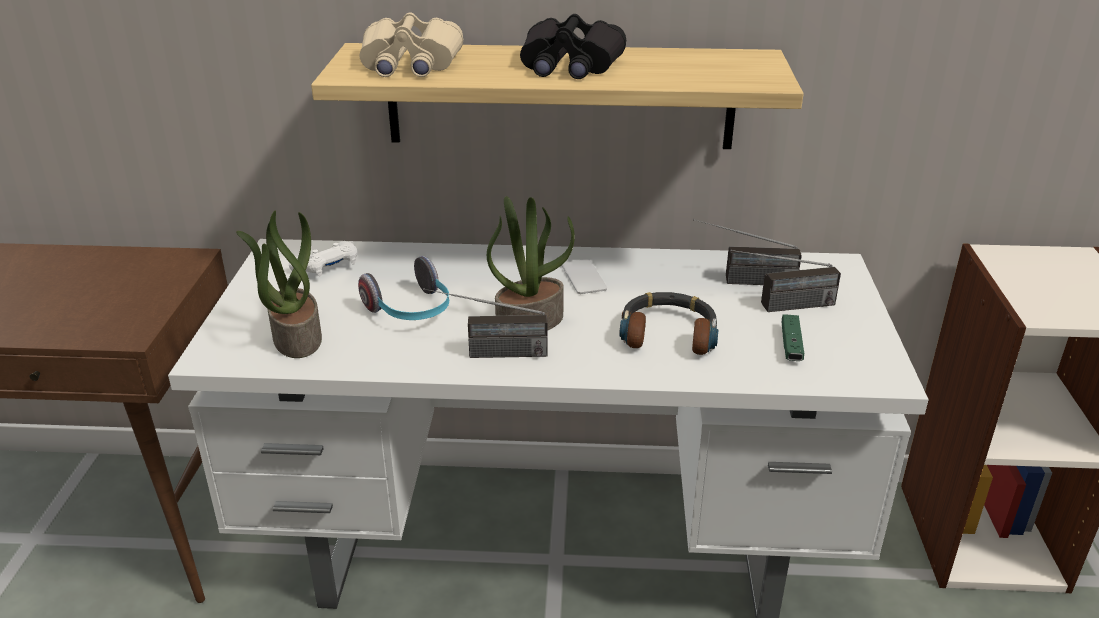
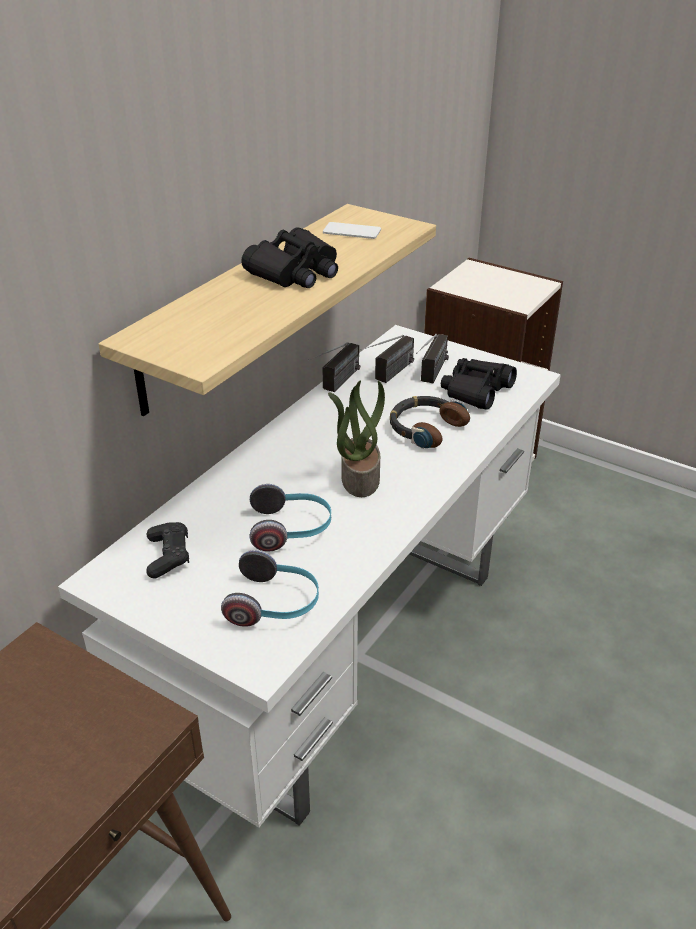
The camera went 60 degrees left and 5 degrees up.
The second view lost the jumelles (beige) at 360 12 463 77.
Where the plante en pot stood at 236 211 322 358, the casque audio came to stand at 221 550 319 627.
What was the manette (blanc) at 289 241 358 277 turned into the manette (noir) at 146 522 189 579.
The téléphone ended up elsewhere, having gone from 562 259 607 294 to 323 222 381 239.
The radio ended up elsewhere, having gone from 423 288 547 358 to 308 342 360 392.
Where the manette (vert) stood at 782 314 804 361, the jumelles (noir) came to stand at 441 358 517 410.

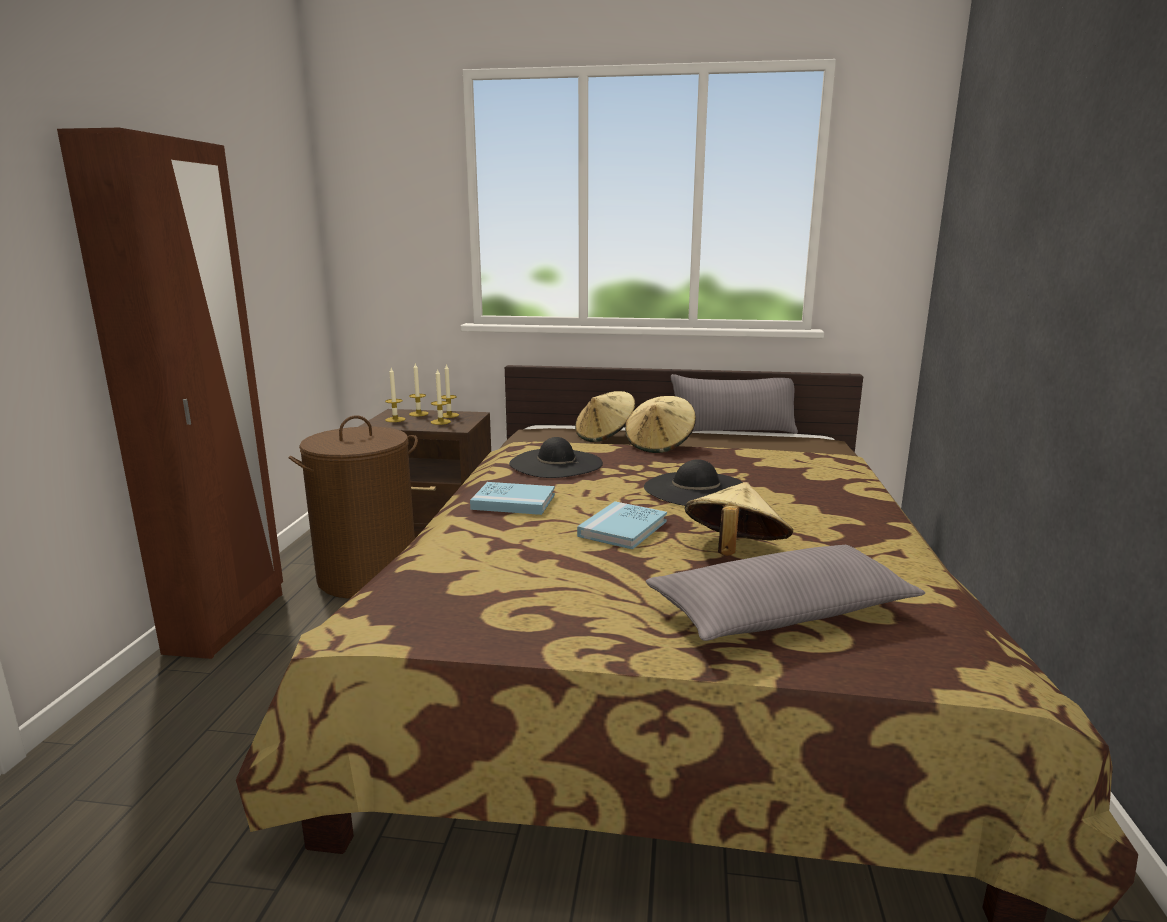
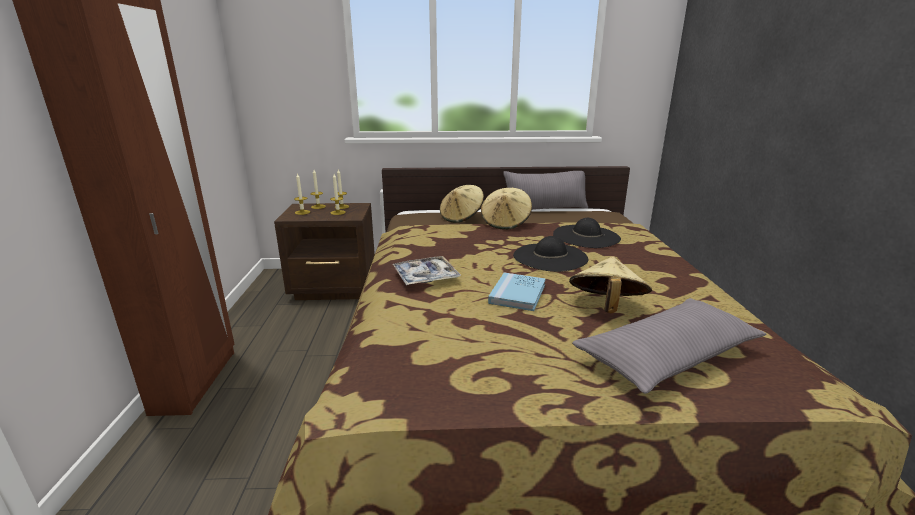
The camera went 10 degrees left and 5 degrees up.
The second view lost the panier à linge (marron) at 289 415 418 599.
The chapeau (noir) ended up elsewhere, having gone from 509 437 603 478 to 553 218 621 248.
Where the livre (bleu) stood at 470 482 555 515, the plateau came to stand at 393 256 461 285.

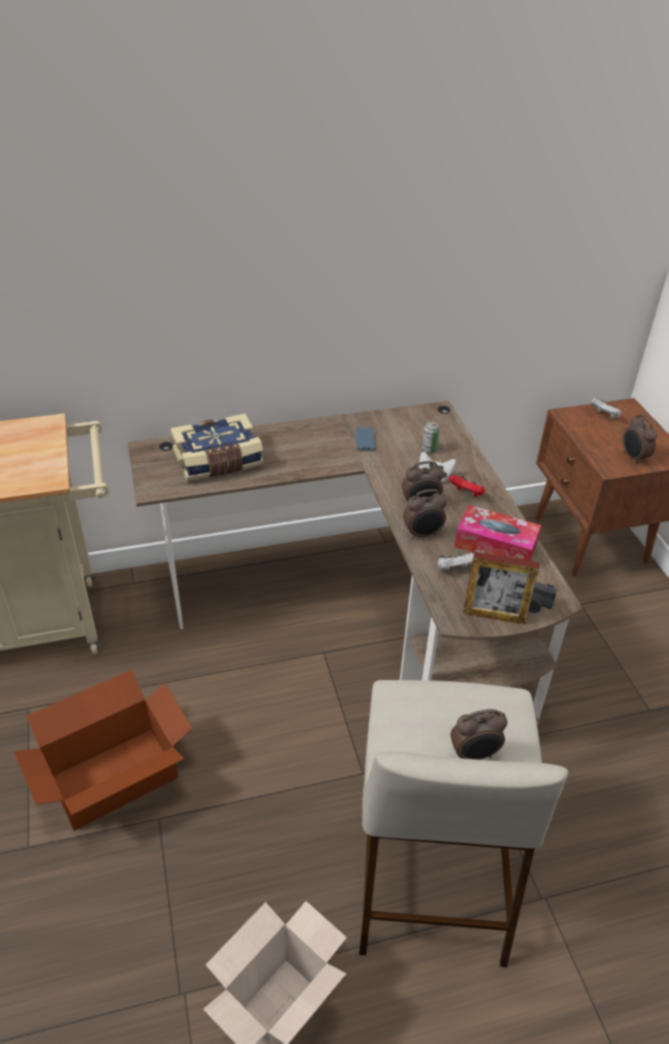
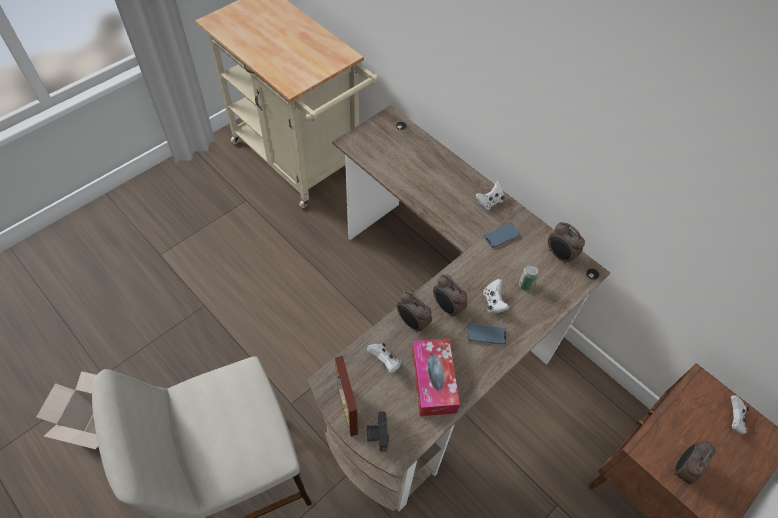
The camera went 60 degrees right and 15 degrees up.
The second view lost the livre at 171 414 263 481.
Where the manette (rouge) stood at 448 475 485 497, the téléphone came to stand at 468 324 506 345.
The second view lost the carton at 14 670 193 830.
The réveil ended up elsewhere, having gone from 450 709 508 760 to 548 222 585 264.
The second view gained the manette (blanc) at 475 181 505 211.

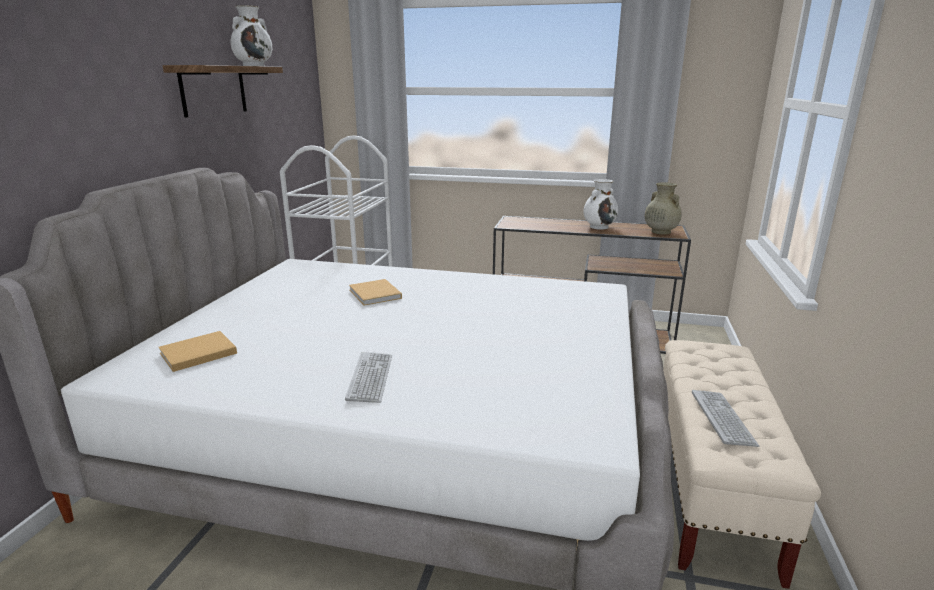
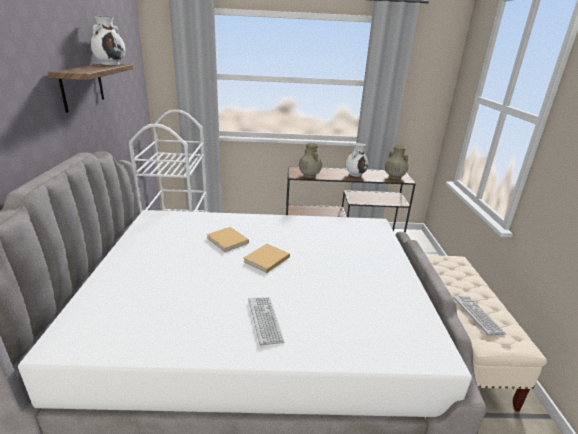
The camera went 15 degrees left and 5 degrees up.
The livre (beige) ended up elsewhere, having gone from 158 331 237 372 to 243 244 290 273.
The second view gained the vase (beige) at 299 143 322 178.

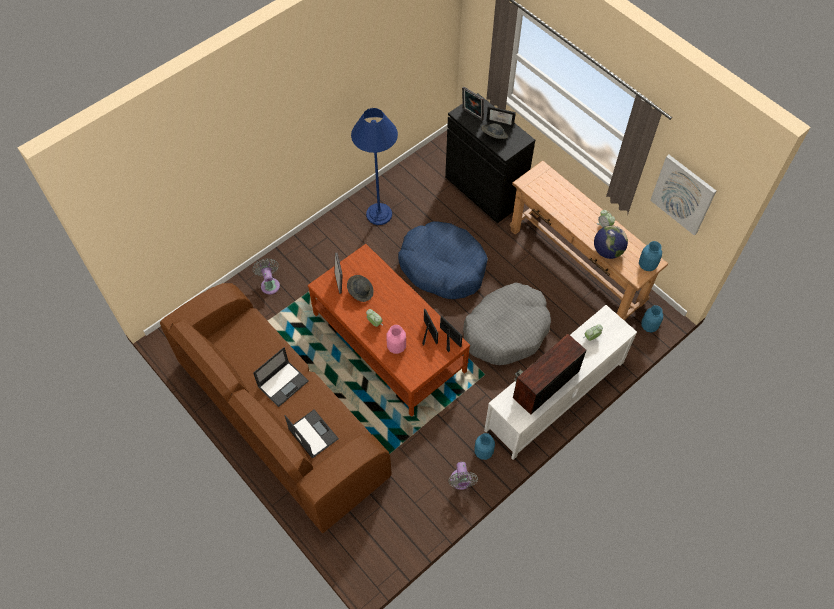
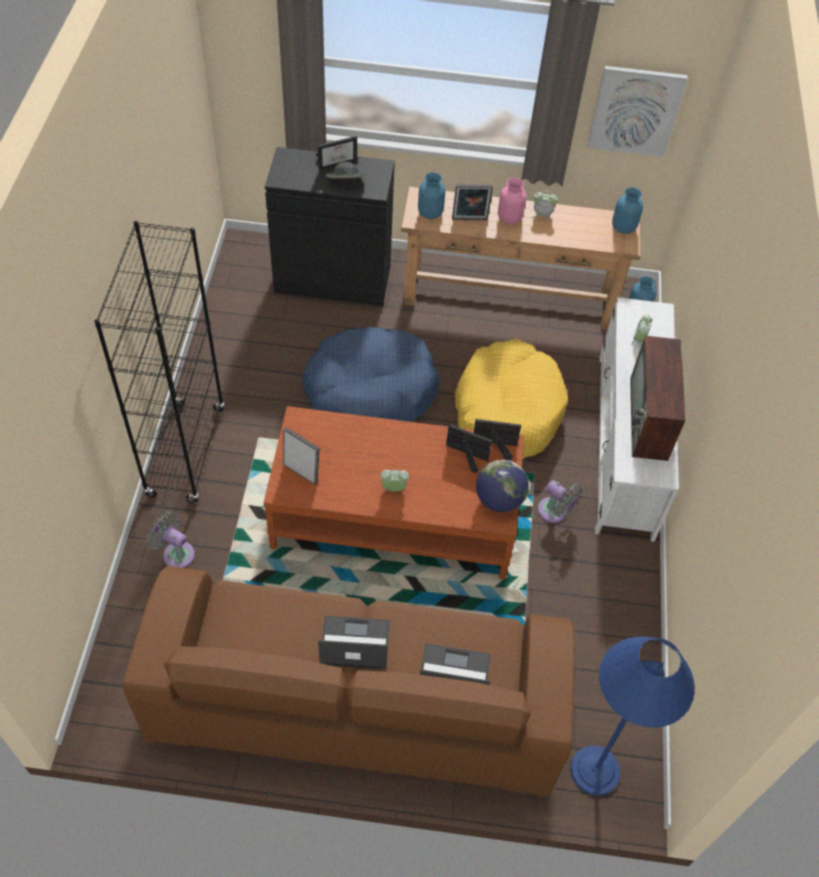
The camera went 45 degrees left and 5 degrees down.
The cadre photo ended up elsewhere, having gone from 462 86 484 121 to 452 184 493 220.
The lampadaire (bleu) ended up elsewhere, having gone from 351 108 398 225 to 570 637 695 796.
The globe ended up elsewhere, having gone from 594 225 628 259 to 476 460 529 512.
The second view lost the chapeau (gris) at 347 275 373 302.
What was the panier pour chien (gris) at 463 282 551 365 turned into the panier pour chien (jaune) at 455 339 568 458.
The vase (rose) ended up elsewhere, having gone from 386 325 406 354 to 498 178 527 224.
The ordinateur portable at 253 347 309 407 ended up facing another way, 90 degrees counterclockwise from before.
The vase (bleu) ended up elsewhere, having gone from 474 433 495 460 to 418 172 445 219.
The ventilateur (gris) ended up elsewhere, having gone from 448 462 478 490 to 538 480 584 523.
The second view gained the bibliothèque (noir) at 94 221 225 503.

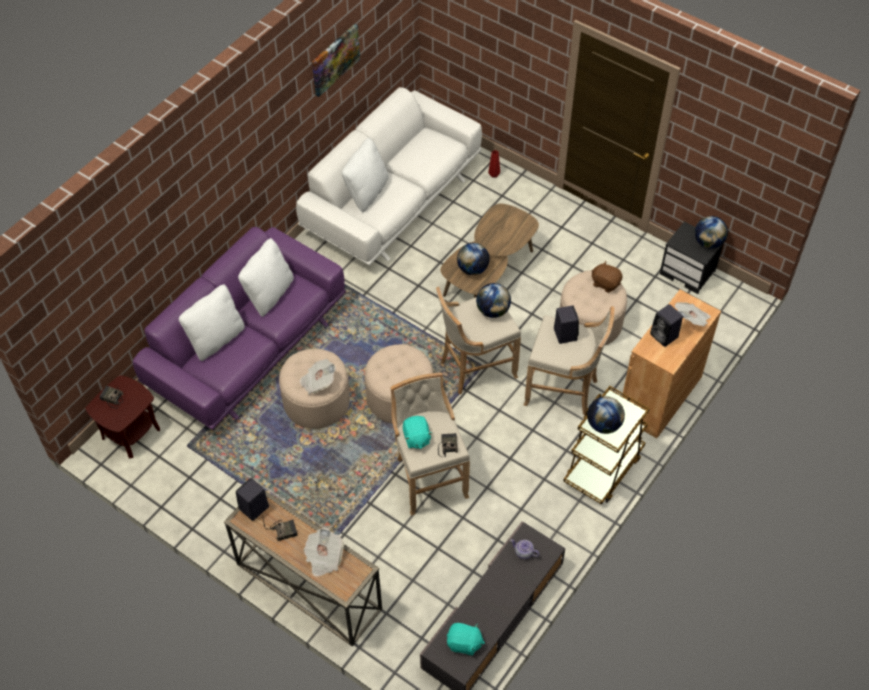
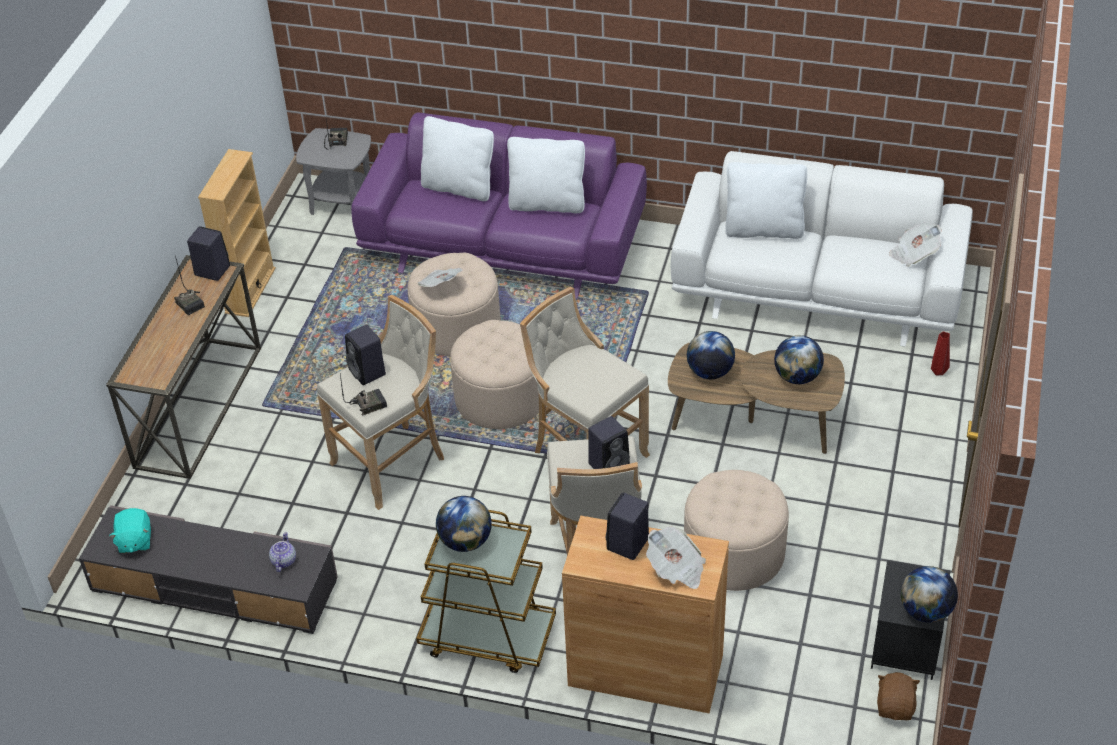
The camera went 70 degrees right and 10 degrees down.
The second view lost the tableau at 312 24 360 97.
The peluche (marron) ended up elsewhere, having gone from 591 261 622 293 to 877 672 920 720.
The globe ended up elsewhere, having gone from 476 283 511 318 to 774 335 824 384.
What was the table d'appoint (marron) at 85 375 160 458 turned into the table d'appoint (gris) at 296 128 371 215.
Where the peluche (turquoise) stood at 403 416 432 449, the enceinte (noir) came to stand at 345 325 386 385.
The journal ended up elsewhere, having gone from 303 528 344 577 to 889 222 942 267.
The second view gained the bibliothèque (beige) at 198 149 276 317.

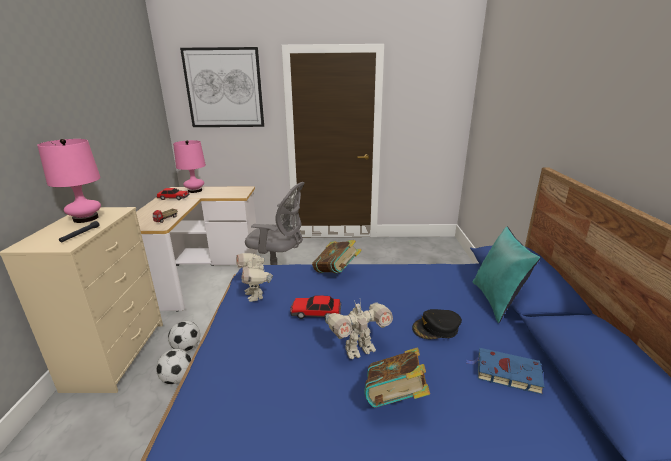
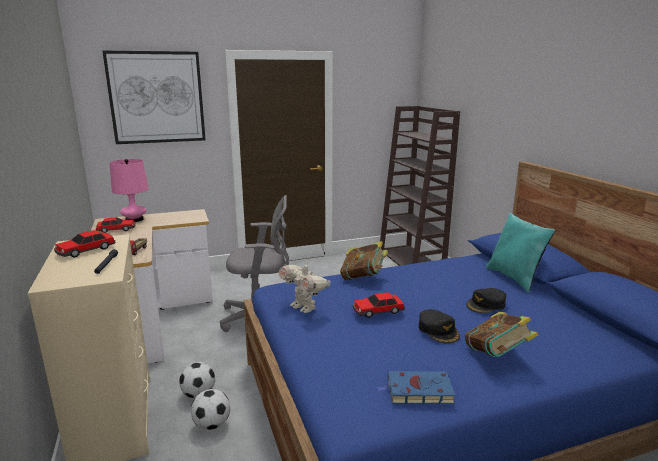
The camera went 20 degrees left and 5 degrees down.
Where the lampe de table (rose) stood at 37 139 101 223, the petite voiture came to stand at 54 230 115 258.
Where the robot jouet stood at 325 300 393 359, the casquette (noir) came to stand at 419 309 460 344.
The livre (bleu) ended up elsewhere, having gone from 466 348 545 395 to 377 371 456 404.
The second view gained the bibliothèque (marron) at 380 106 460 266.

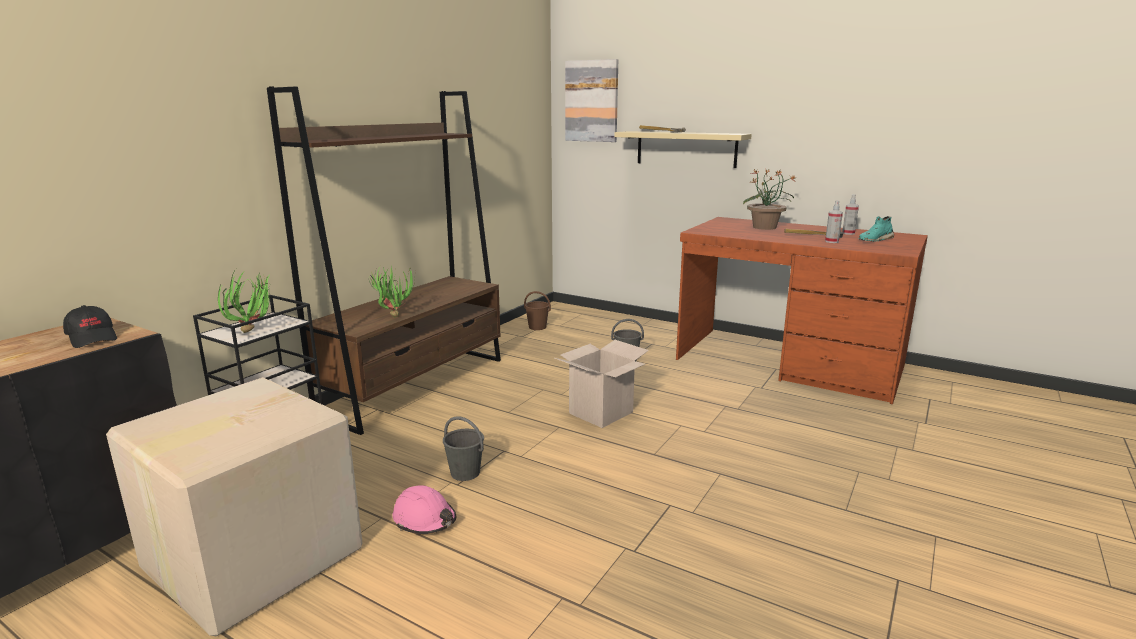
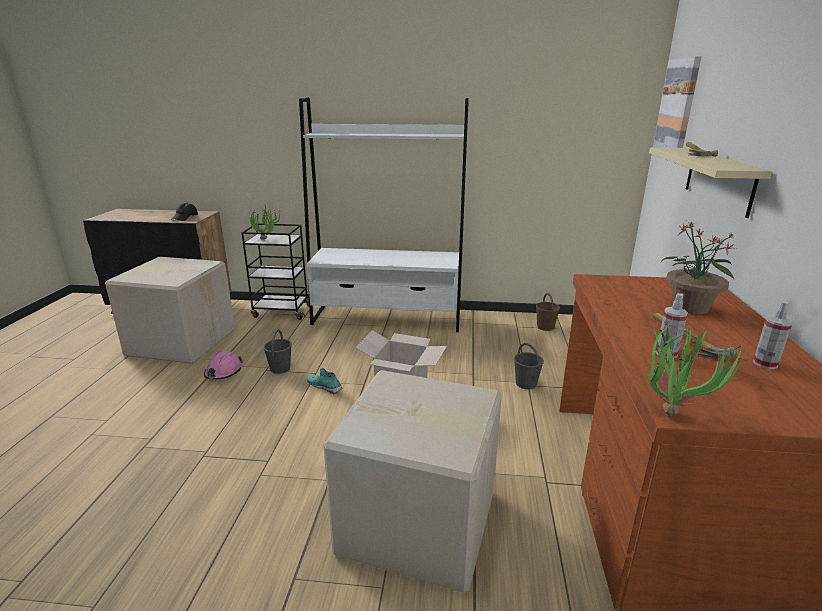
The camera went 65 degrees right and 5 degrees up.
What was the bibliothèque (marron) at 267 87 501 435 turned into the bibliothèque (blanc) at 299 98 469 332.
The chaussure (turquoise) ended up elsewhere, having gone from 858 216 894 242 to 307 368 343 394.
The plante en pot ended up elsewhere, having gone from 366 265 415 317 to 648 323 747 417.
The second view gained the carton at 323 370 502 593.

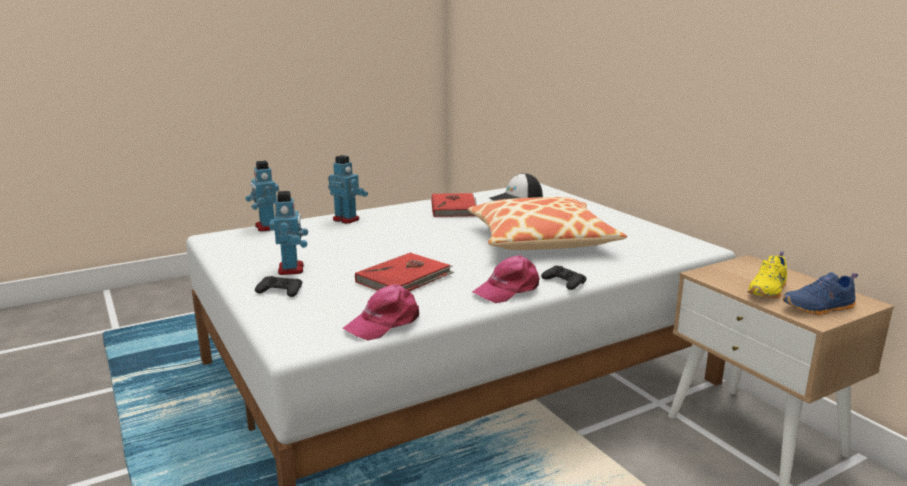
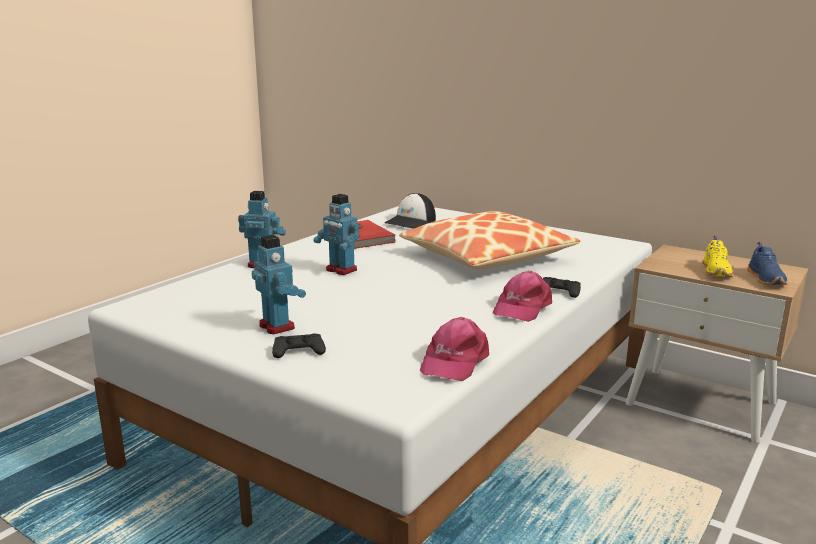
The camera went 25 degrees left and 0 degrees up.
The robot jouet ended up elsewhere, having gone from 245 160 279 232 to 313 194 360 275.
The second view lost the livre (rouge) at 355 252 454 291.
The chaussure (bleu) at 783 272 858 315 ended up facing another way, 45 degrees counterclockwise from before.

